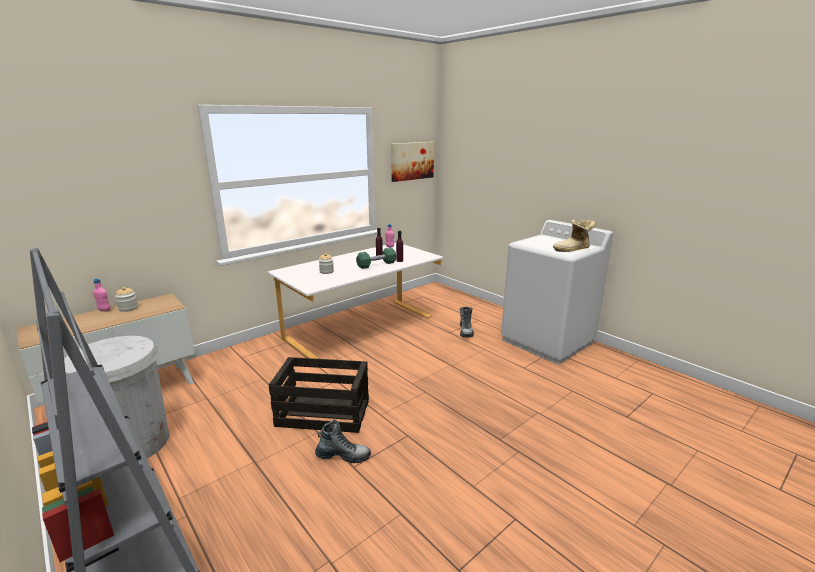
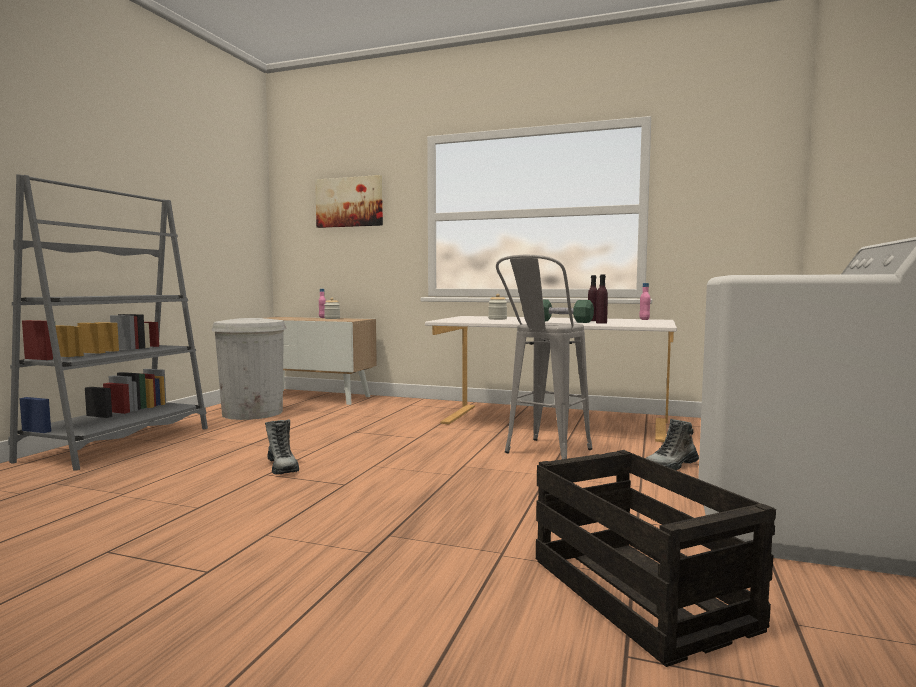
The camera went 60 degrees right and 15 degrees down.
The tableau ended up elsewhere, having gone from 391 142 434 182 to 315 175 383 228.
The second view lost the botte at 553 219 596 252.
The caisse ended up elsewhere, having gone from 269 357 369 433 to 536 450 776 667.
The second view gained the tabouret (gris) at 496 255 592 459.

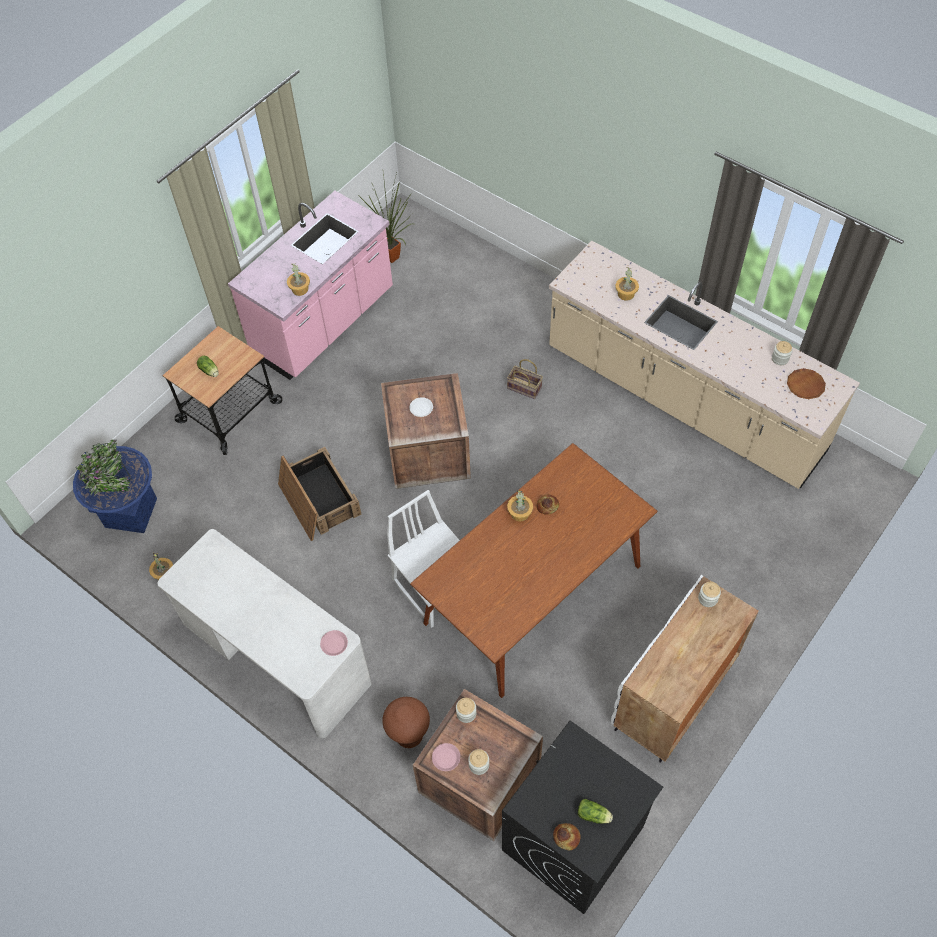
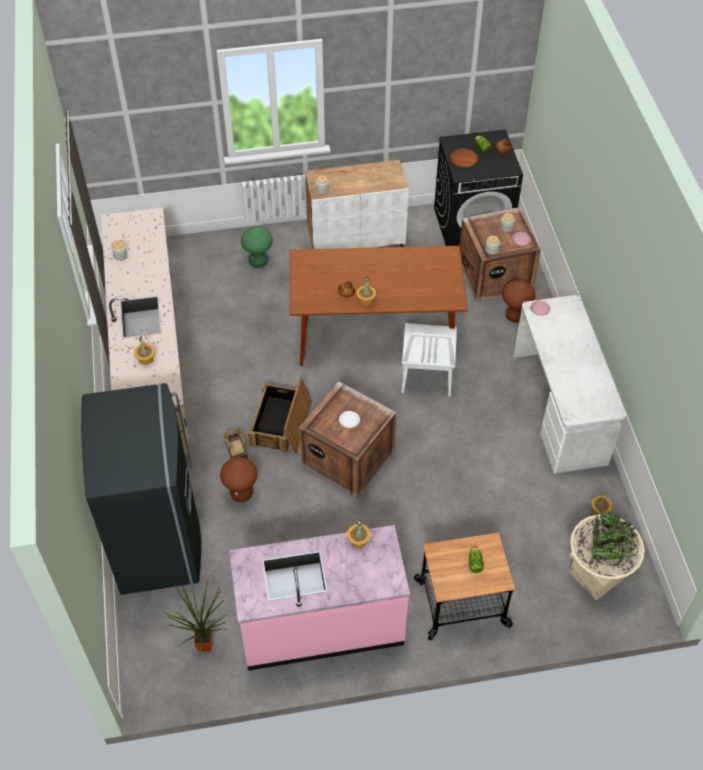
The camera went 140 degrees left and 5 degrees down.
The assiette (marron) ended up elsewhere, having gone from 787 368 826 399 to 450 148 478 167.
What was the cache-pot (bleu) at 73 439 157 533 turned into the cache-pot (beige) at 569 509 645 600.
The caisse ended up elsewhere, having gone from 278 447 362 541 to 248 378 312 454.
The second view gained the tabouret (vert) at 241 226 272 268.
The second view gained the réfrigérateur (gris) at 81 383 201 595.
The second view gained the tabouret (marron) at 220 457 257 502.

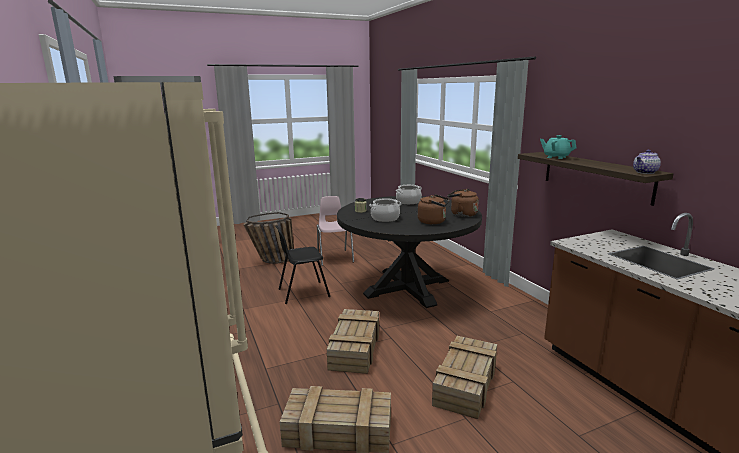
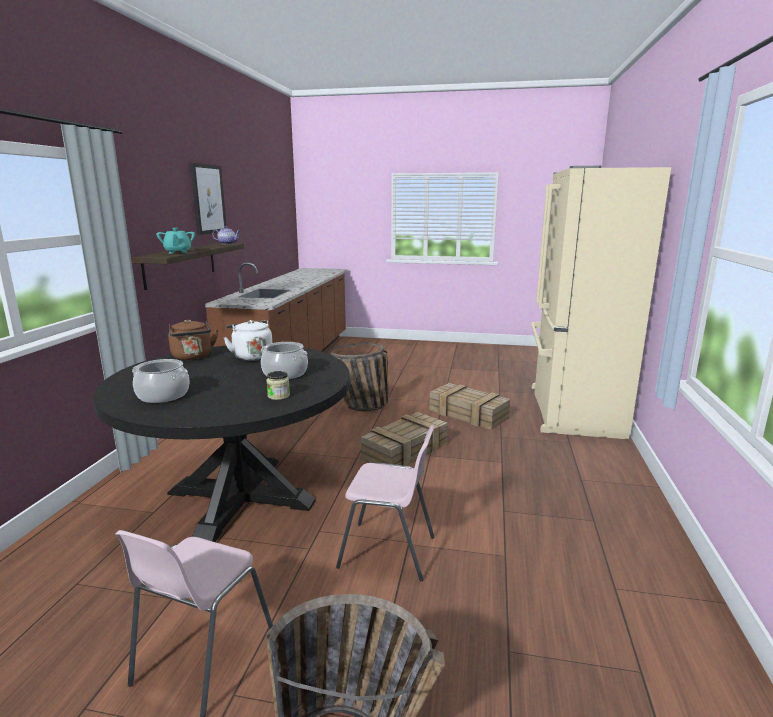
The camera went 145 degrees left and 0 degrees up.
What was the bouilloire (marron) at 418 194 450 224 turned into the bouilloire (blanc) at 224 320 272 361.
What was the chaise (noir) at 276 225 330 304 turned into the chaise (rose) at 336 425 435 581.
Where the caisse stood at 432 336 497 419, the panier came to stand at 331 342 389 411.
The second view gained the tableau at 190 163 226 235.

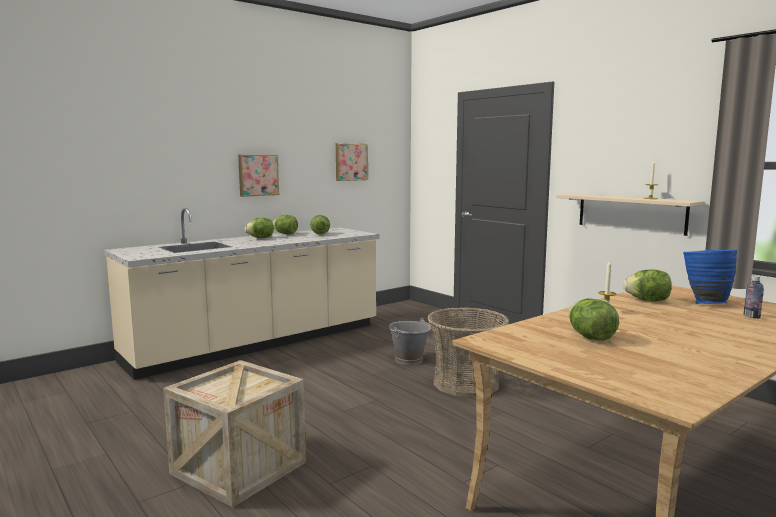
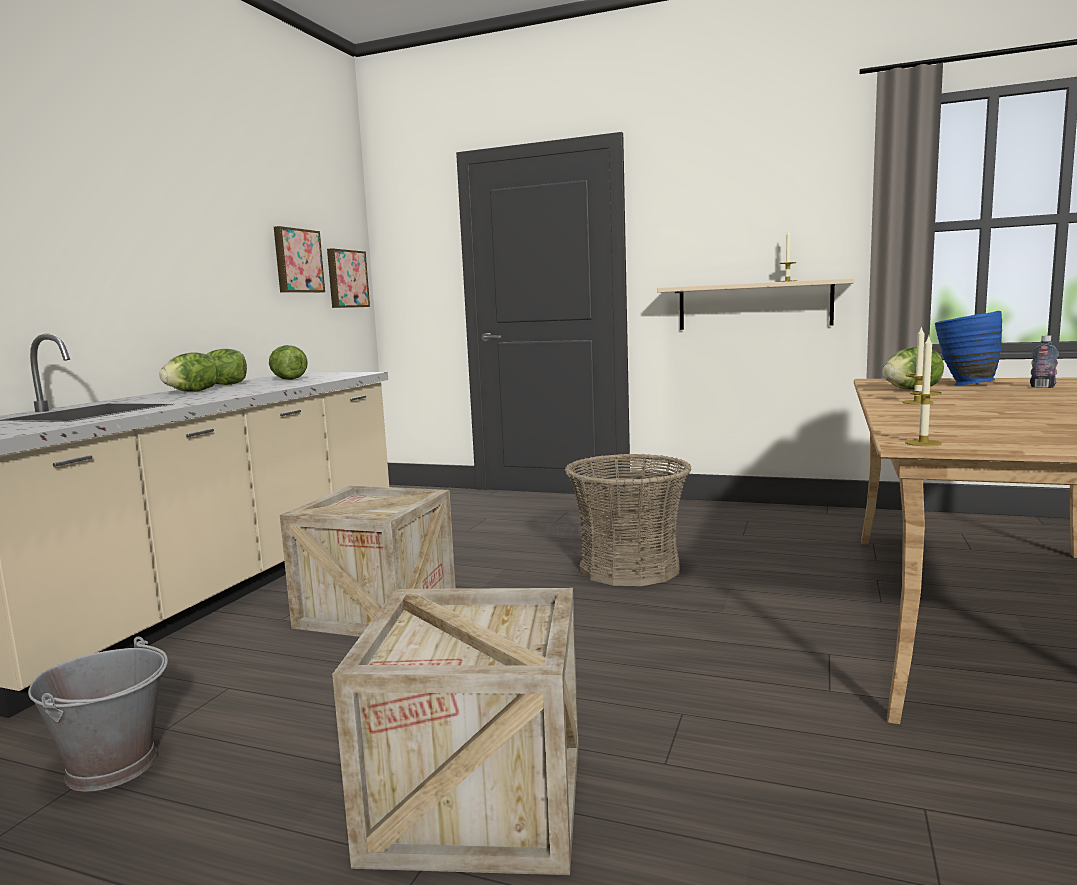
The camera went 30 degrees left and 0 degrees up.
The tableau ended up elsewhere, having gone from 238 154 279 197 to 327 248 370 308.
The second view lost the laitue at 568 298 619 341.
The seau (gris) ended up elsewhere, having gone from 389 318 431 365 to 28 636 168 792.
The second view gained the bougie at 905 335 942 446.
The second view gained the caisse at 280 486 456 637.

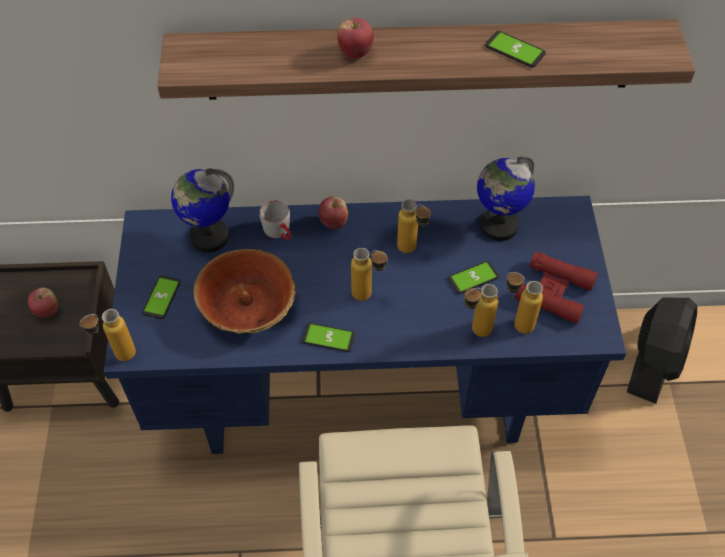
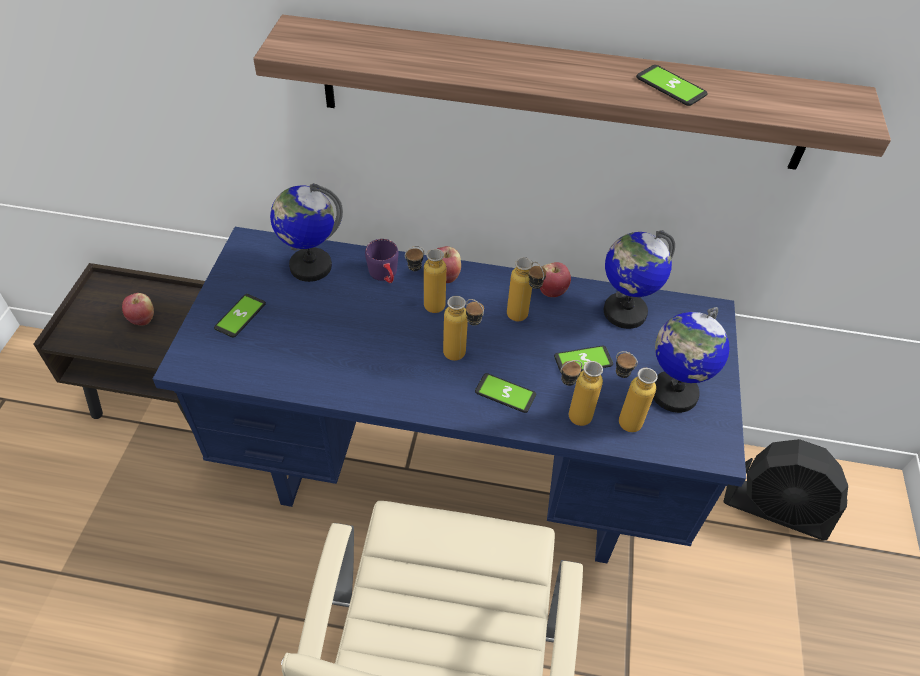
The camera went 10 degrees right and 5 degrees down.
The pomme ended up elsewhere, having gone from 337 17 374 59 to 540 262 571 297.
What was the mug (gris) at 259 200 292 240 turned into the mug (violet) at 365 239 399 283.
The second view lost the bol at 194 249 295 334.
Where the jumelles (rouge) stood at 515 251 598 324, the globe came to stand at 653 307 729 413.
The ventilateur (noir) at 627 297 697 404 ended up facing another way, 75 degrees clockwise from before.
The bouteille ended up elsewhere, having gone from 79 309 136 361 to 405 246 446 313.
The téléphone ended up elsewhere, having gone from 302 323 355 352 to 475 373 536 413.

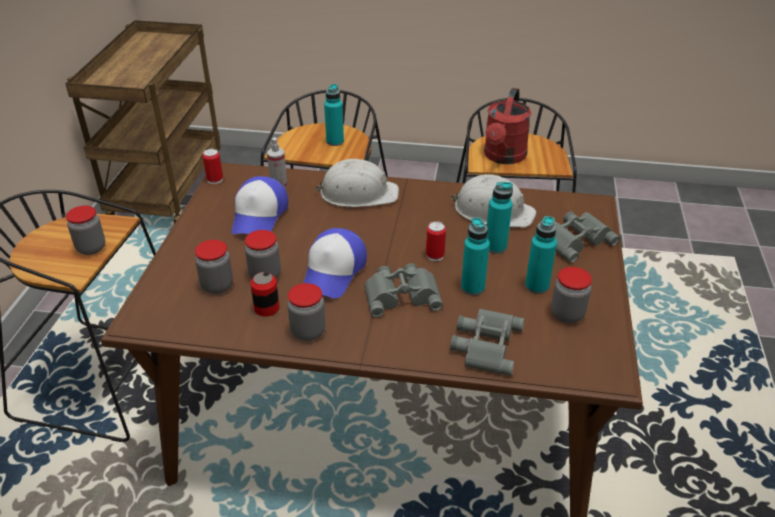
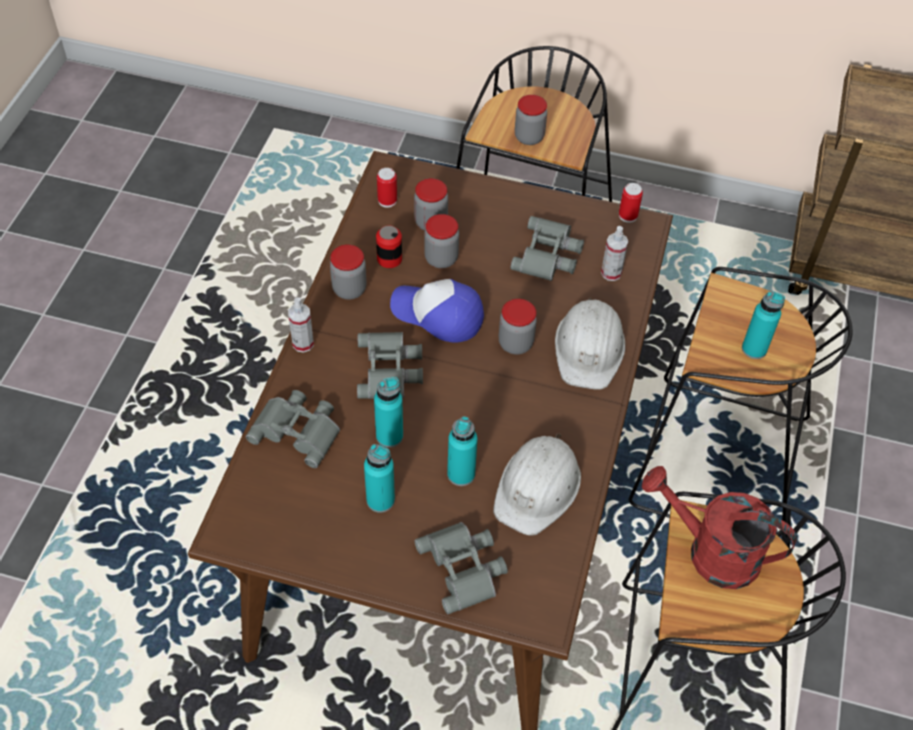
The camera went 95 degrees right and 15 degrees up.
Where the casquette stood at 232 176 288 234, the jumelles (gris) came to stand at 510 216 584 281.
The boîte métallique ended up elsewhere, having gone from 426 221 446 261 to 377 168 397 208.
The bocal ended up elsewhere, having gone from 551 267 592 323 to 499 299 537 354.
The second view gained the vaporisateur at 288 297 314 353.

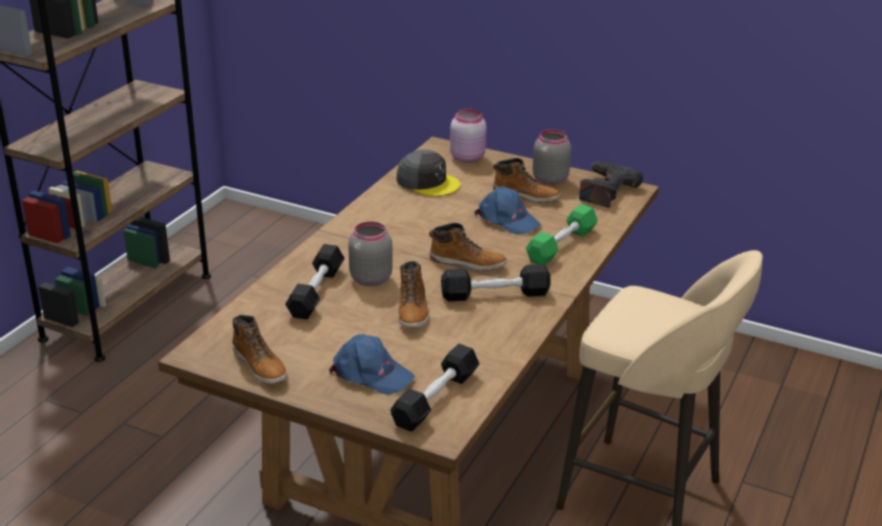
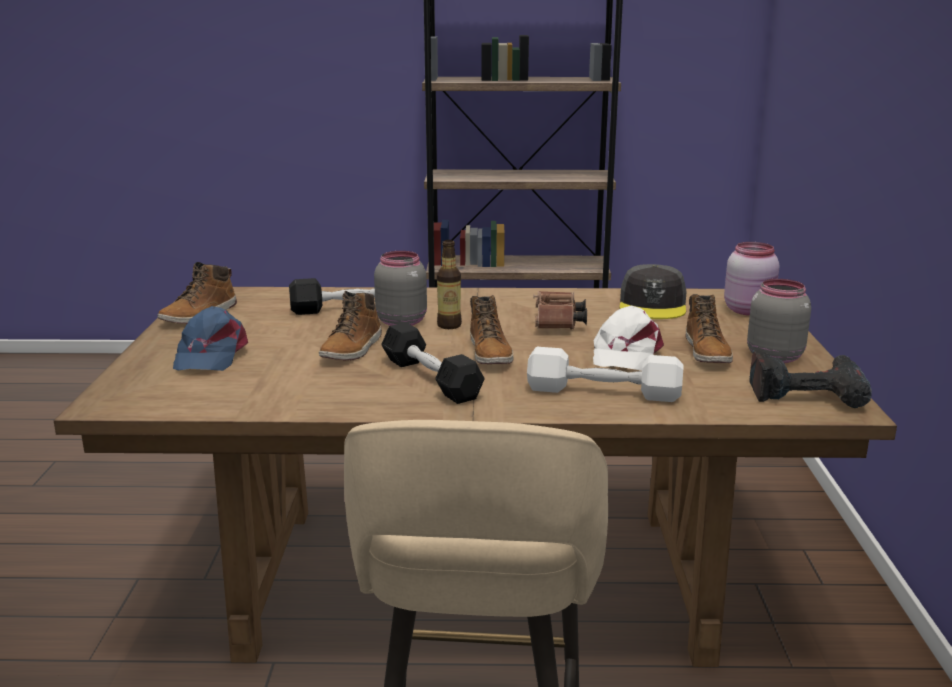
The camera went 65 degrees right and 10 degrees down.
What was the casquette (bleu) at 474 186 541 235 turned into the casquette (blanc) at 593 305 664 371.
What was the haltère (vert) at 526 204 598 265 turned into the haltère (blanc) at 527 347 683 402.
The botte at 398 261 429 328 ended up facing another way, 45 degrees counterclockwise from before.
The second view lost the haltère (noir) at 390 344 479 432.
The second view gained the bouteille at 437 240 462 329.
The second view gained the jumelles (marron) at 534 291 587 330.

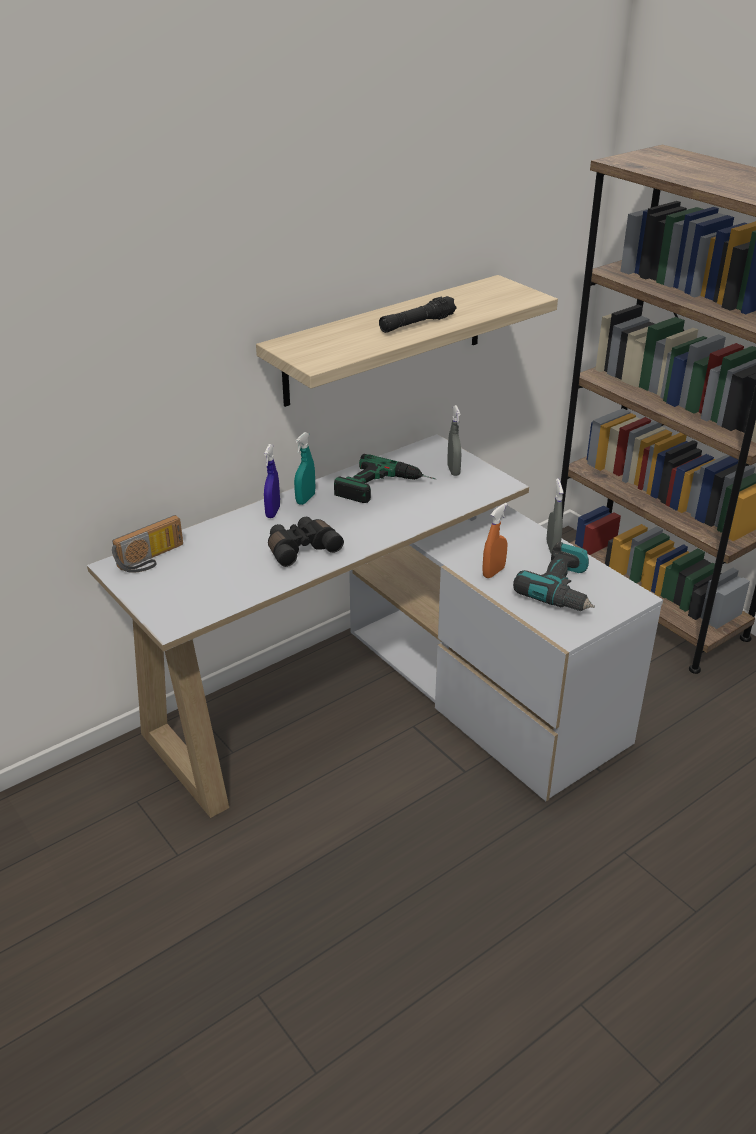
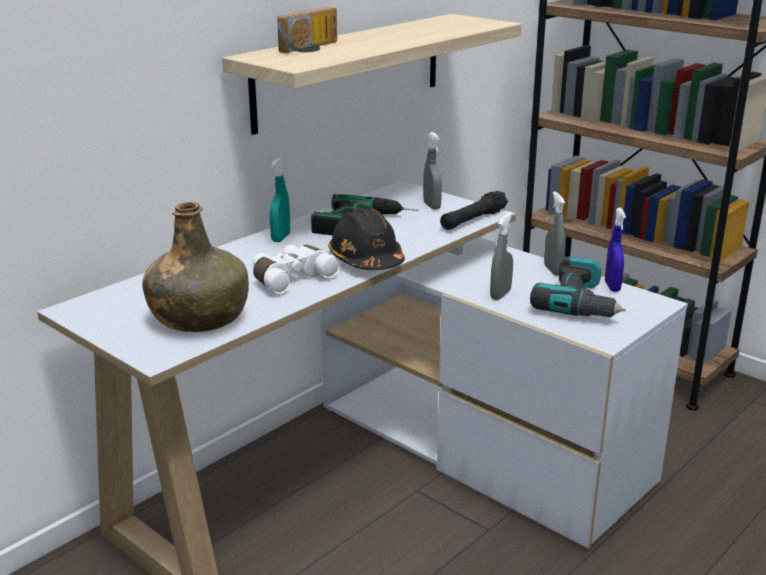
The camera went 10 degrees left and 10 degrees down.
The lampe de poche (noir) ended up elsewhere, having gone from 379 296 457 333 to 440 191 508 230.
The vaporisateur (bleu) ended up elsewhere, having gone from 264 444 280 518 to 605 208 626 292.
What was the vaporisateur (orange) at 482 503 508 578 turned into the vaporisateur (gris) at 490 212 513 300.
The radio ended up elsewhere, having gone from 112 515 183 573 to 277 7 337 53.
What was the jumelles (noir) at 268 517 344 567 turned into the jumelles (blanc) at 253 245 340 294.
The second view gained the bouteille (vert) at 142 202 249 332.
The second view gained the casque de chantier (noir) at 328 208 405 270.

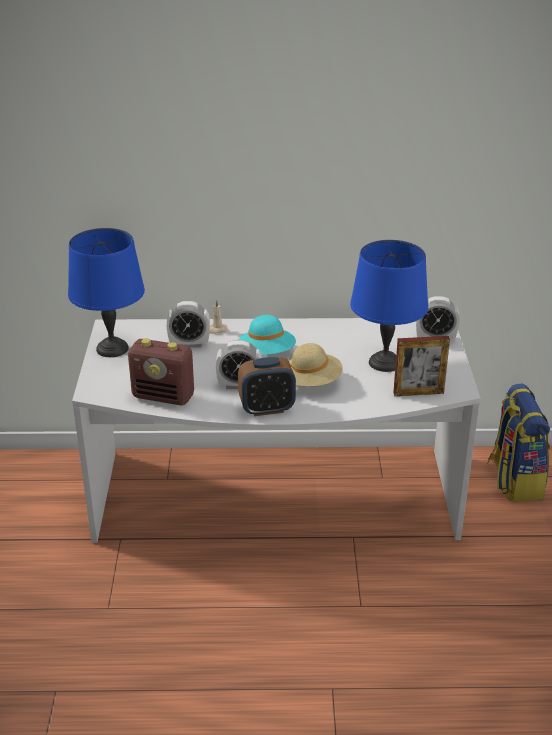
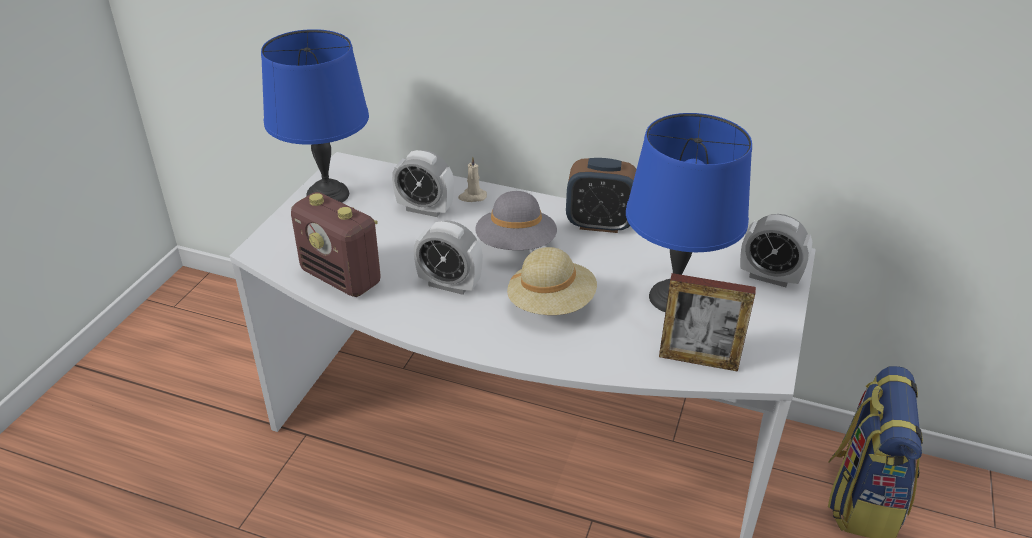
The camera went 20 degrees right and 5 degrees up.
What was the chapeau (turquoise) at 239 315 296 355 turned into the chapeau (gris) at 475 191 557 250.
The réveil ended up elsewhere, having gone from 238 357 296 416 to 566 158 636 233.

